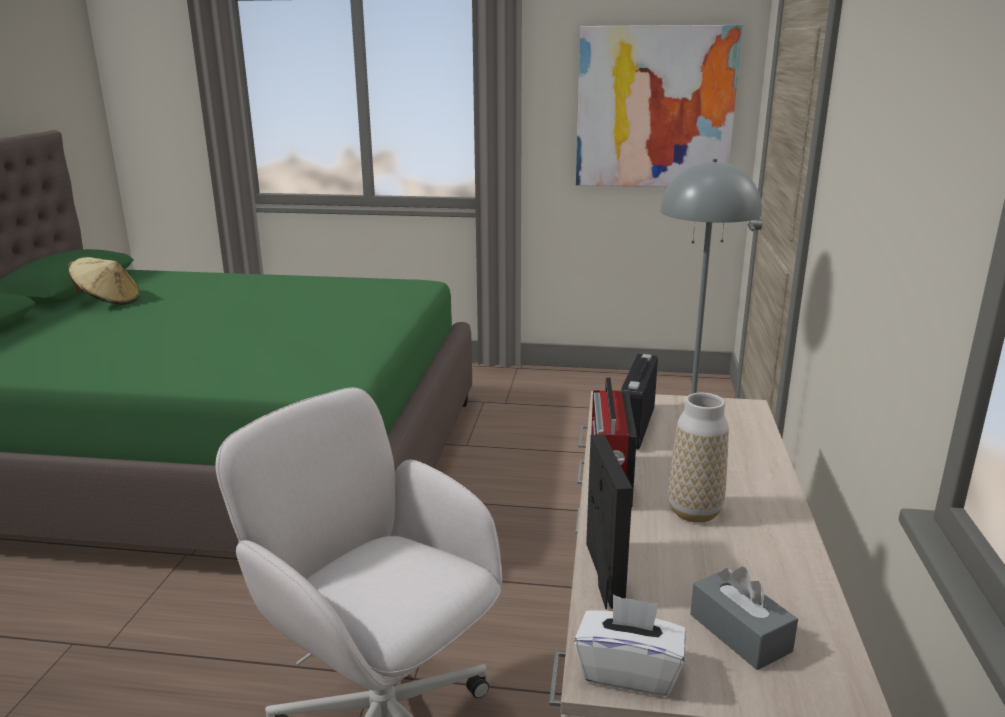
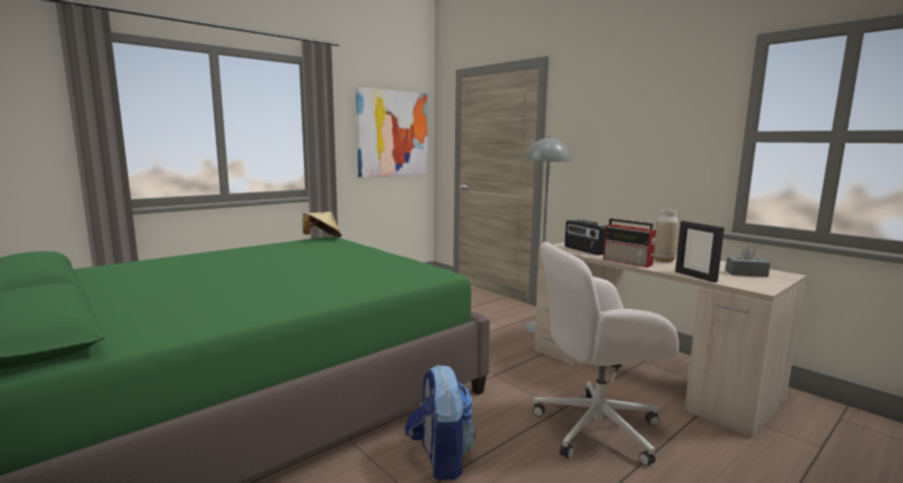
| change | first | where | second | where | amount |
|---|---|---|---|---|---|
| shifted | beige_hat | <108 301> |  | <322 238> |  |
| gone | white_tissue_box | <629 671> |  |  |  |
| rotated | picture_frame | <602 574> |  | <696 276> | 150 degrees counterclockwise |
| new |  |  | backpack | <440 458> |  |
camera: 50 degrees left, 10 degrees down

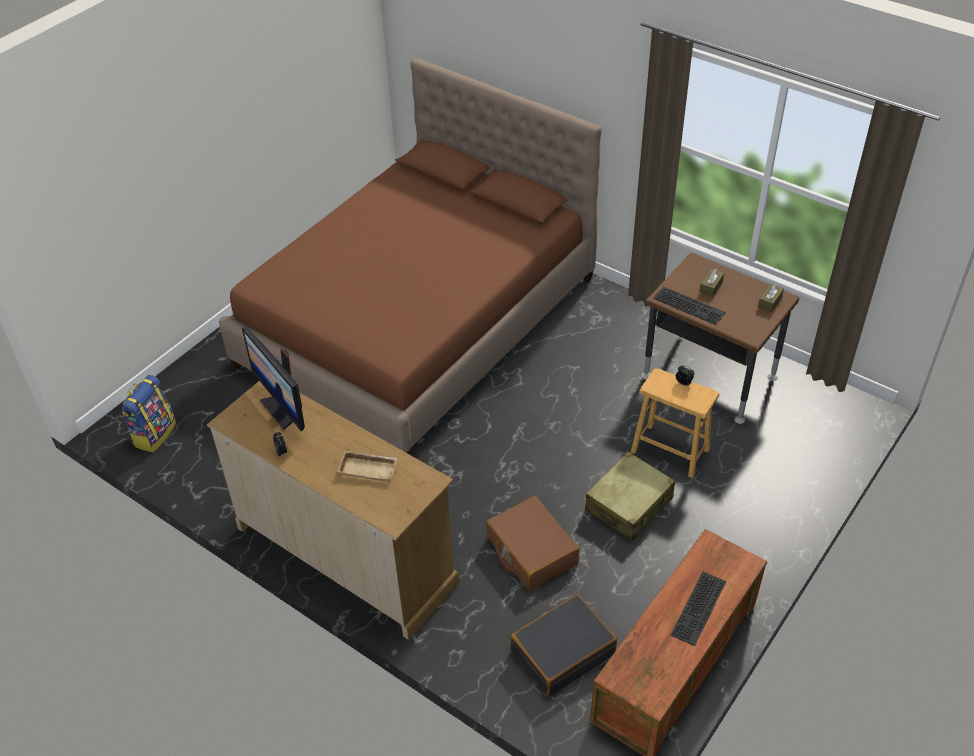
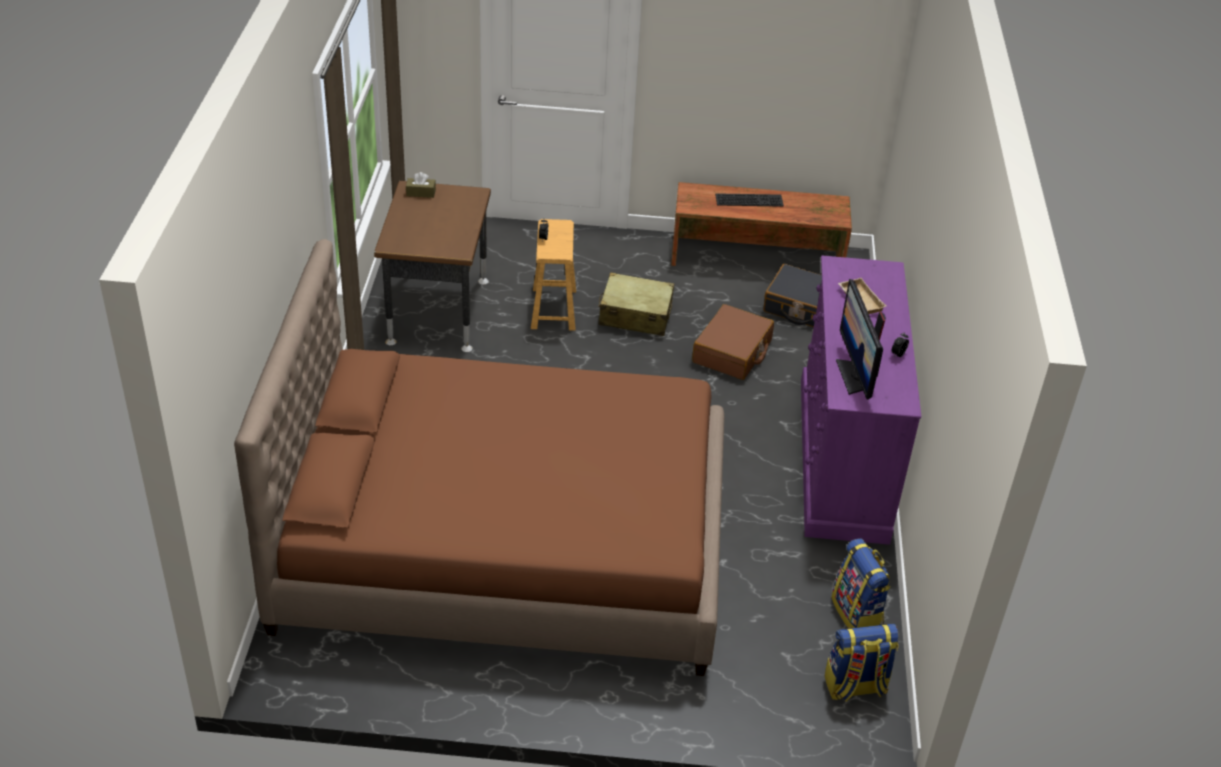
| change | first | where | second | where | amount |
|---|---|---|---|---|---|
| repainted | brown_dresser | <345 553> | purple_dresser | <841 458> |  |
| rotated | monitor | <283 409> |  | <855 376> | 150 degrees clockwise |
| gone | keyboard | <690 305> |  |  |  |
| gone | brown_tissue_box | <711 287> |  |  |  |
| new |  |  | backpack | <857 613> |  |
camera: 125 degrees left, 5 degrees down

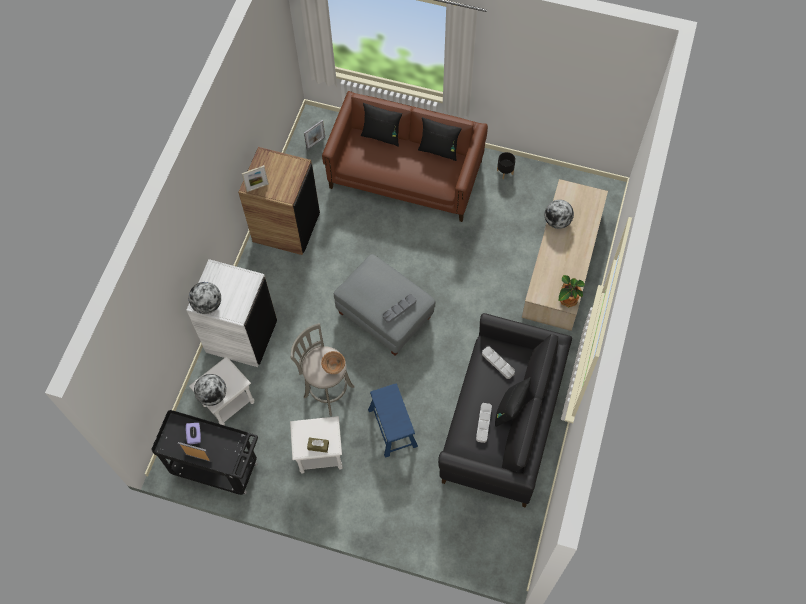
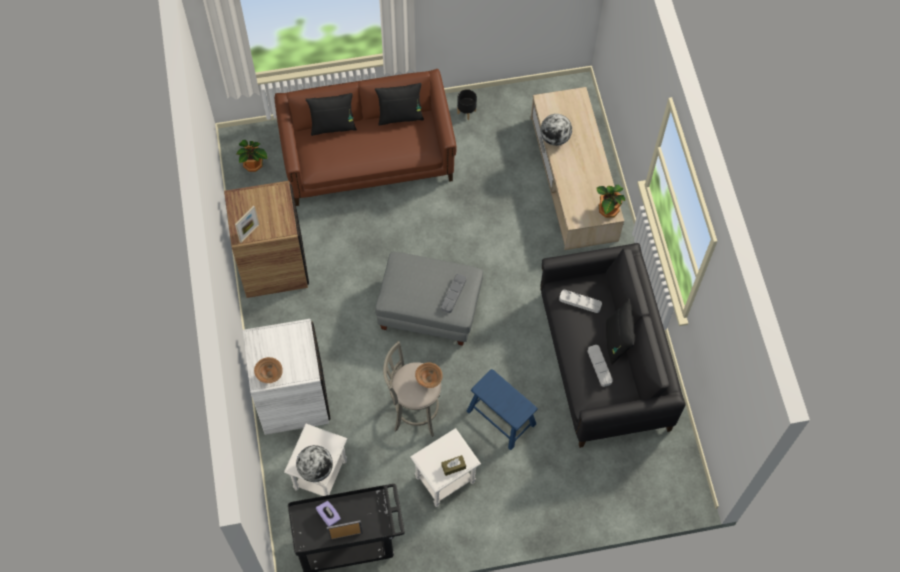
| change | first | where | second | where | amount |
|---|---|---|---|---|---|
| swapped | globe | <208 305> | brown_bowl | <270 376> |  |
| swapped | picture_frame | <316 143> | potted_plant | <253 165> |  |
camera: 30 degrees left, 0 degrees up

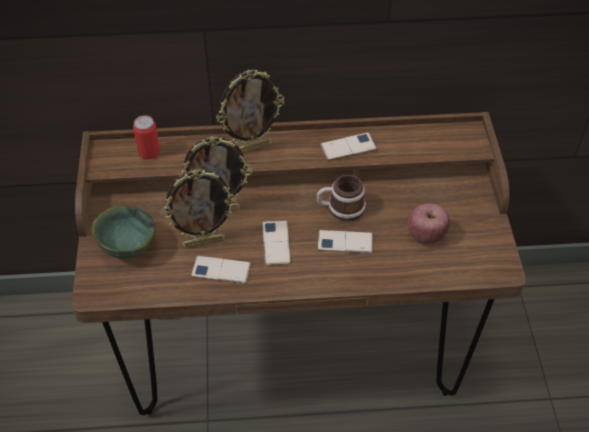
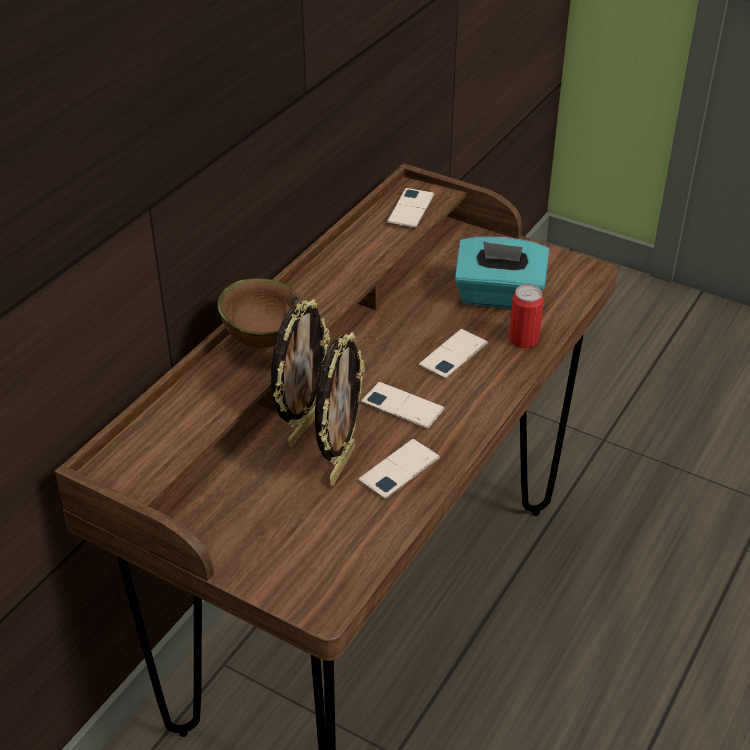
| change | first | where | second | where | amount |
|---|---|---|---|---|---|
| gone | green_bowl | <127 248> |  |  |  |
| shifted | can | <149 152> |  | <524 339> |  |
| swapped | picture_frame | <252 148> | brown_bowl | <262 340> |  |
| gone | mug | <340 208> |  |  |  |
| shifted | phone | <348 147> |  | <410 209> |  |
| swapped | apple | <425 235> | turquoise_tissue_box | <499 296> |  |
camera: 55 degrees left, 10 degrees down

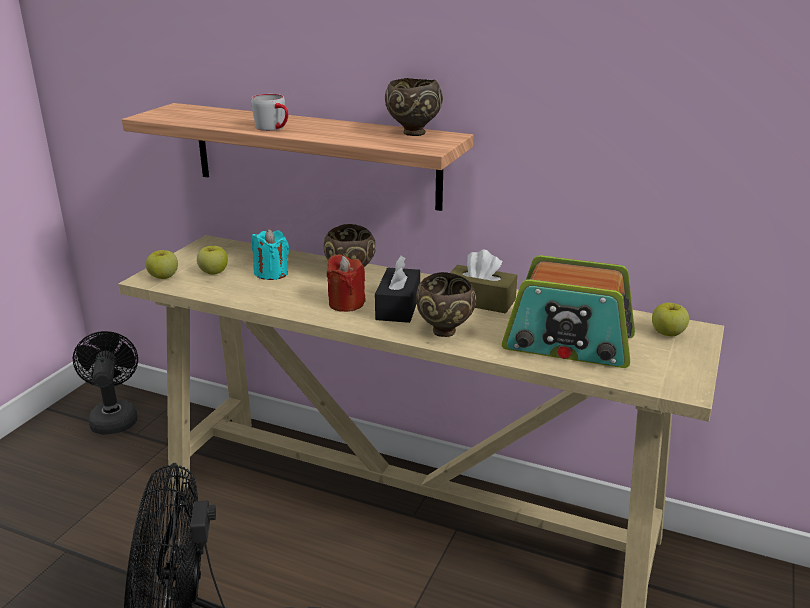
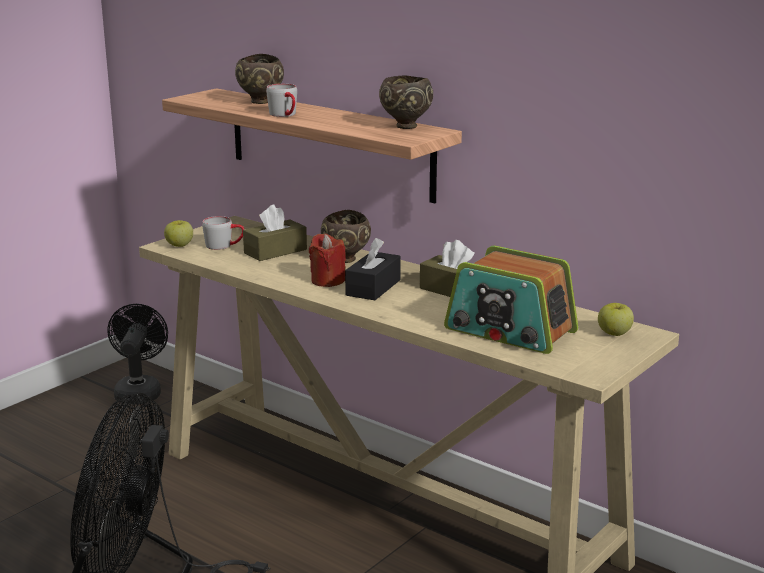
| change | first | where | second | where | amount |
|---|---|---|---|---|---|
| swapped | apple | <213 272> | grey_mug | <224 245> |  |
| swapped | turquoise_candle | <271 273> | brown_tissue_box | <275 251> |  |
| shifted | brown_bowl | <445 332> |  | <260 102> |  |
camera: 15 degrees right, 5 degrees down

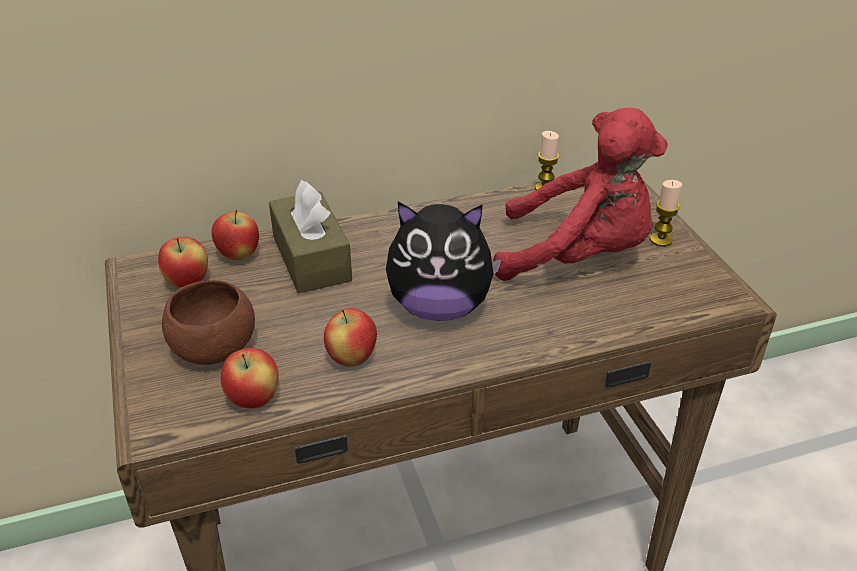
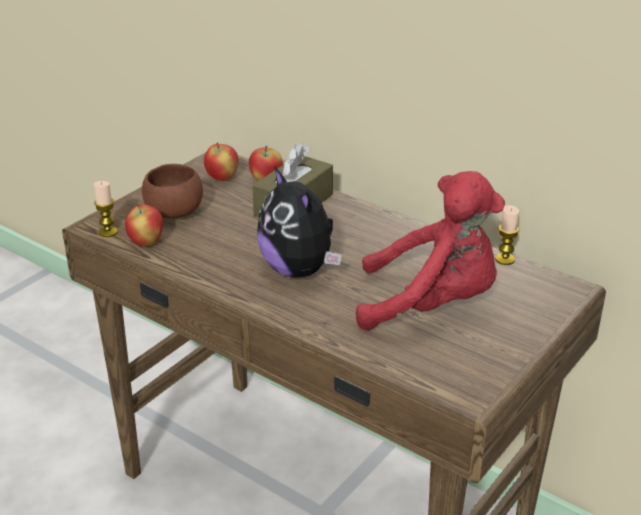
| change | first | where | second | where | amount |
|---|---|---|---|---|---|
| gone | apple | <352 359> |  |  |  |
| rotated | red_plush_toy | <578 256> |  | <432 304> | 60 degrees counterclockwise |
| shifted | candle | <661 240> |  | <108 232> |  |
camera: 55 degrees right, 5 degrees down

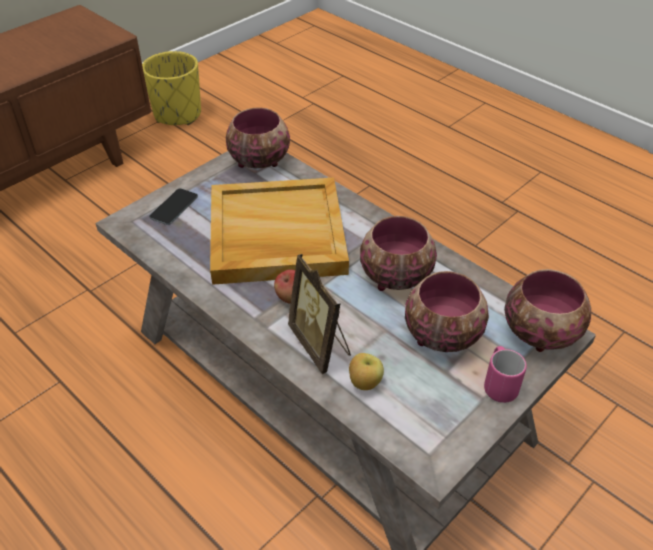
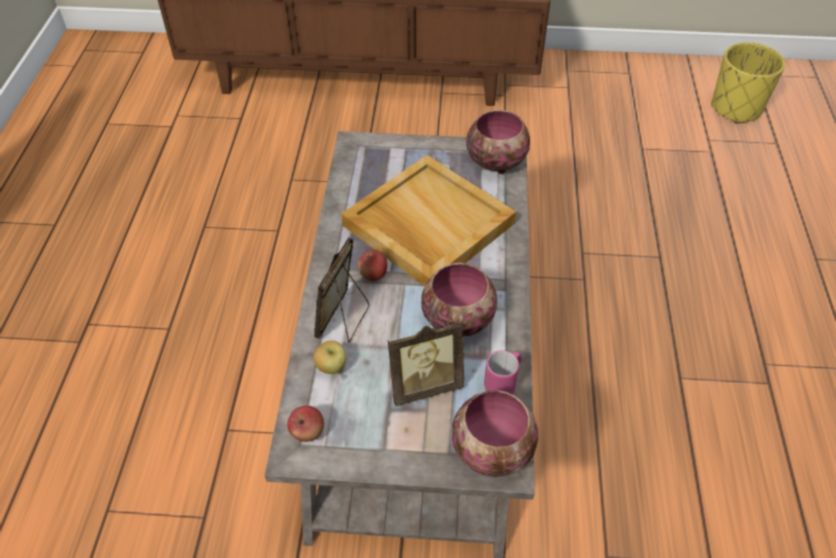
| change | first | where | second | where | amount |
|---|---|---|---|---|---|
| shifted | yellow_planter | <177 114> |  | <735 108> |  |
| gone | phone | <174 207> |  |  |  |
| swapped | bowl | <440 335> | picture_frame | <424 385> |  |
| shifted | pink_mug | <499 384> |  | <503 382> |  |
| new |  |  | apple | <308 432> |  |
camera: 50 degrees right, 5 degrees up

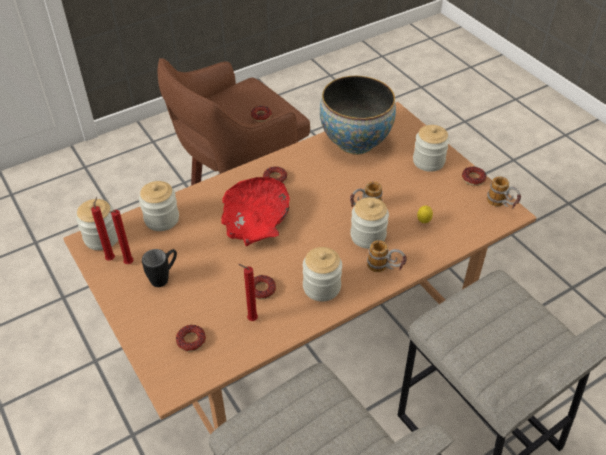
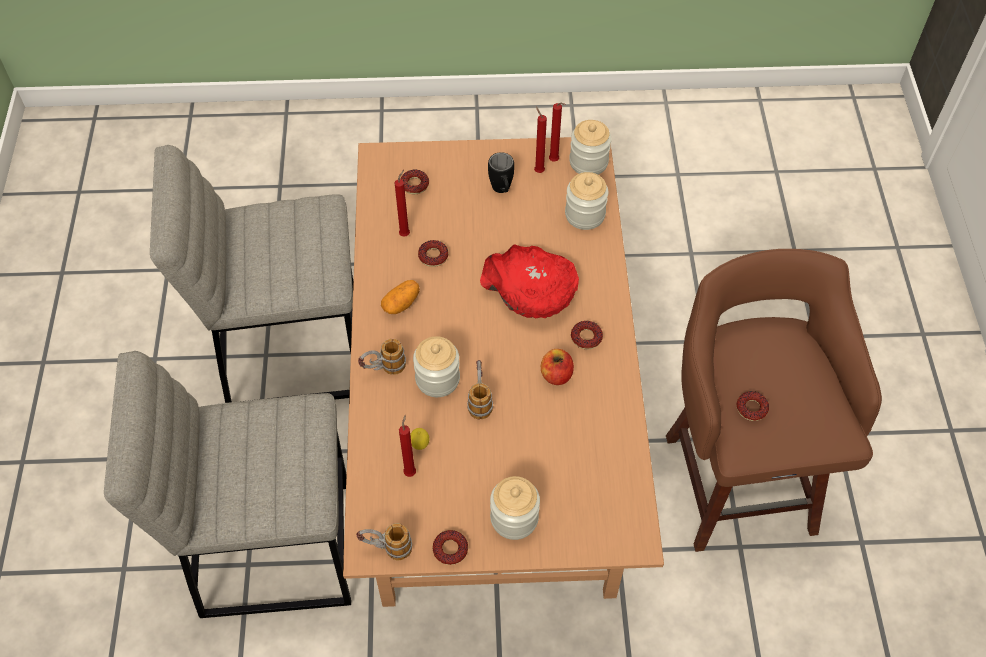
| change | first | where | second | where | amount |
|---|---|---|---|---|---|
| swapped | jar | <321 287> | potato | <401 303> |  |
| gone | bowl | <355 142> |  |  |  |
| new |  |  | red_candle | <410 471> |  |
| new |  |  | apple | <556 375> |  |
camera: 120 degrees right, 10 degrees up

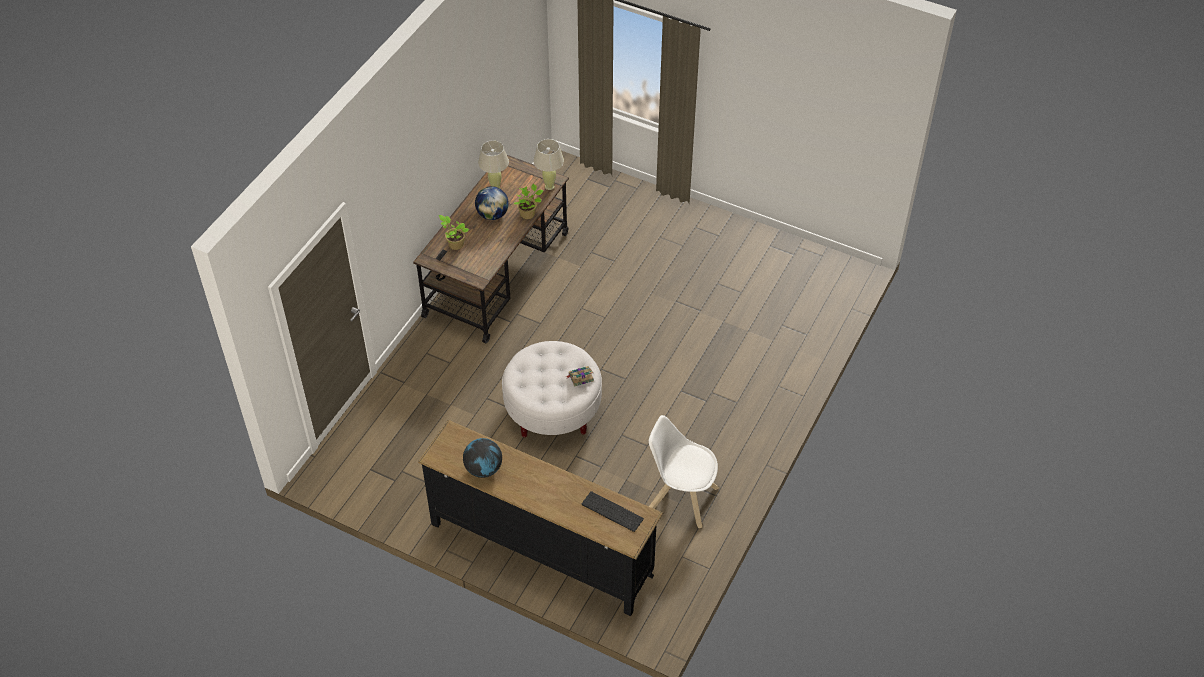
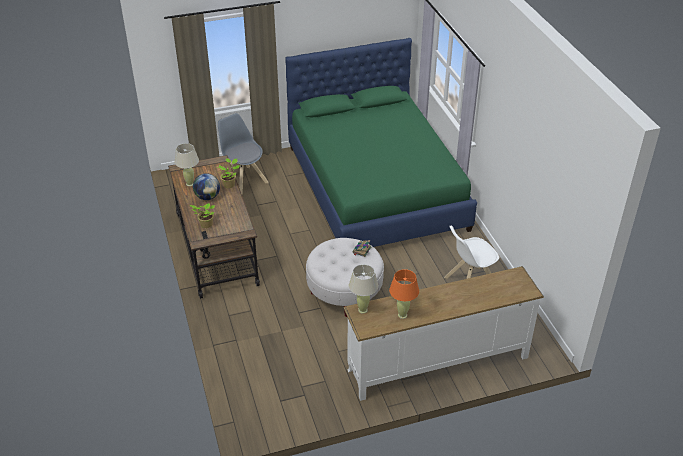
| change | first | where | second | where | amount |
|---|---|---|---|---|---|
| repainted | black_dresser | <542 548> | white_dresser | <437 363> |  |
| swapped | globe | <483 469> | orange_table_lamp | <402 315> |  |
| shifted | beige_table_lamp | <549 186> |  | <362 310> |  |
| gone | keyboard | <611 512> |  |  |  |
| new |  |  | grey_chair | <243 180> |  |
| new |  |  | green_bed | <375 187> |  |
camera: 45 degrees left, 10 degrees down

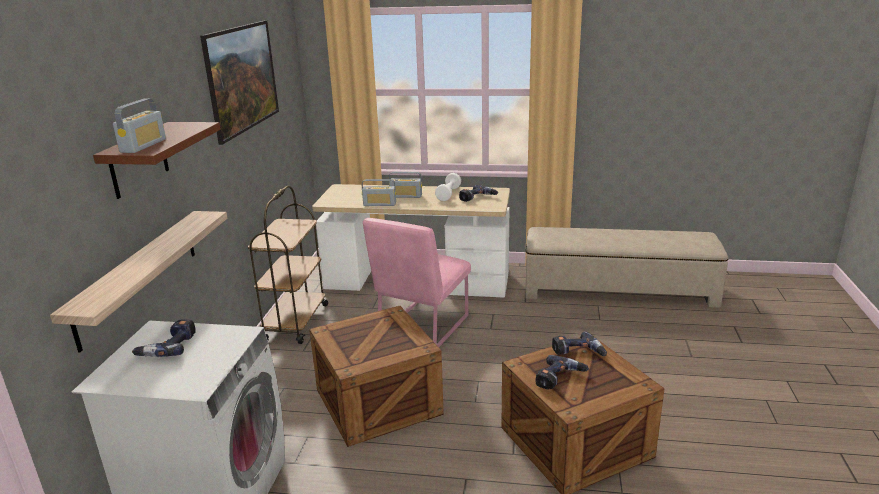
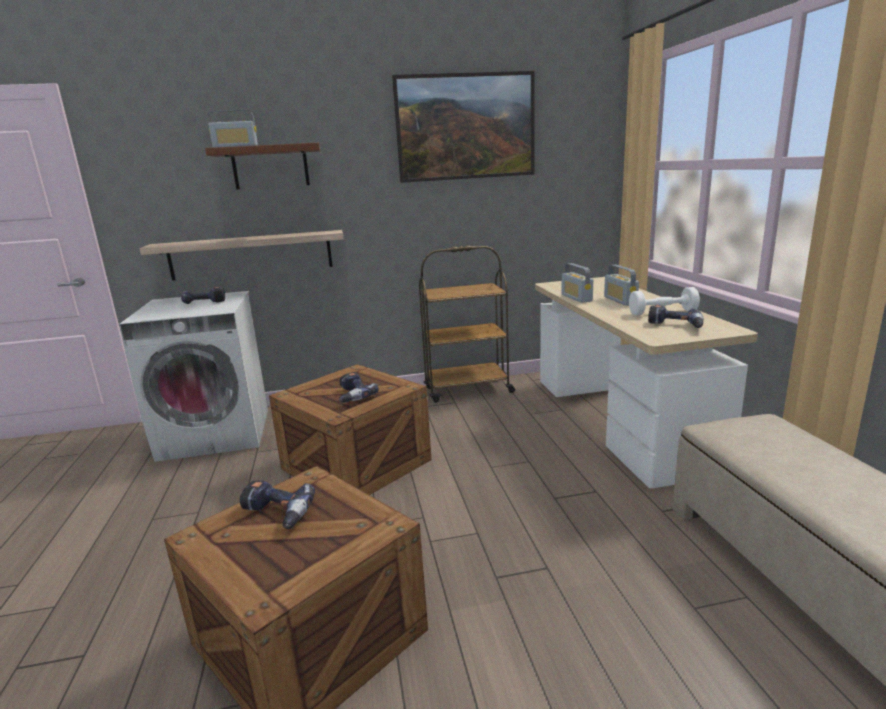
| change | first | where | second | where | amount |
|---|---|---|---|---|---|
| gone | pink_chair | <422 327> |  |  |  |
| shifted | power_drill | <578 353> |  | <352 396> |  |
camera: 70 degrees right, 5 degrees down

